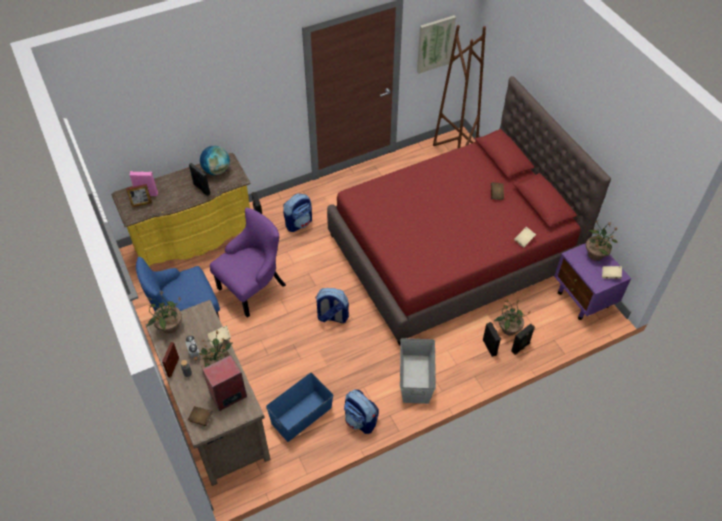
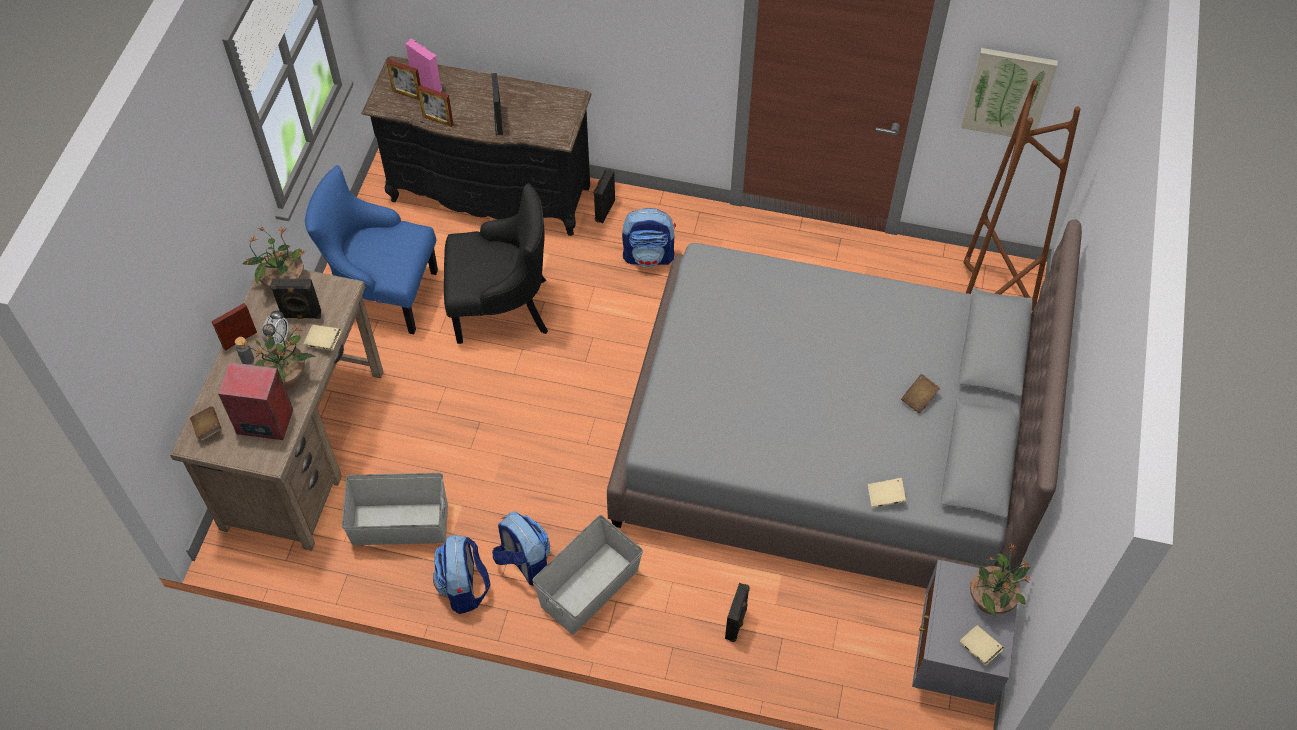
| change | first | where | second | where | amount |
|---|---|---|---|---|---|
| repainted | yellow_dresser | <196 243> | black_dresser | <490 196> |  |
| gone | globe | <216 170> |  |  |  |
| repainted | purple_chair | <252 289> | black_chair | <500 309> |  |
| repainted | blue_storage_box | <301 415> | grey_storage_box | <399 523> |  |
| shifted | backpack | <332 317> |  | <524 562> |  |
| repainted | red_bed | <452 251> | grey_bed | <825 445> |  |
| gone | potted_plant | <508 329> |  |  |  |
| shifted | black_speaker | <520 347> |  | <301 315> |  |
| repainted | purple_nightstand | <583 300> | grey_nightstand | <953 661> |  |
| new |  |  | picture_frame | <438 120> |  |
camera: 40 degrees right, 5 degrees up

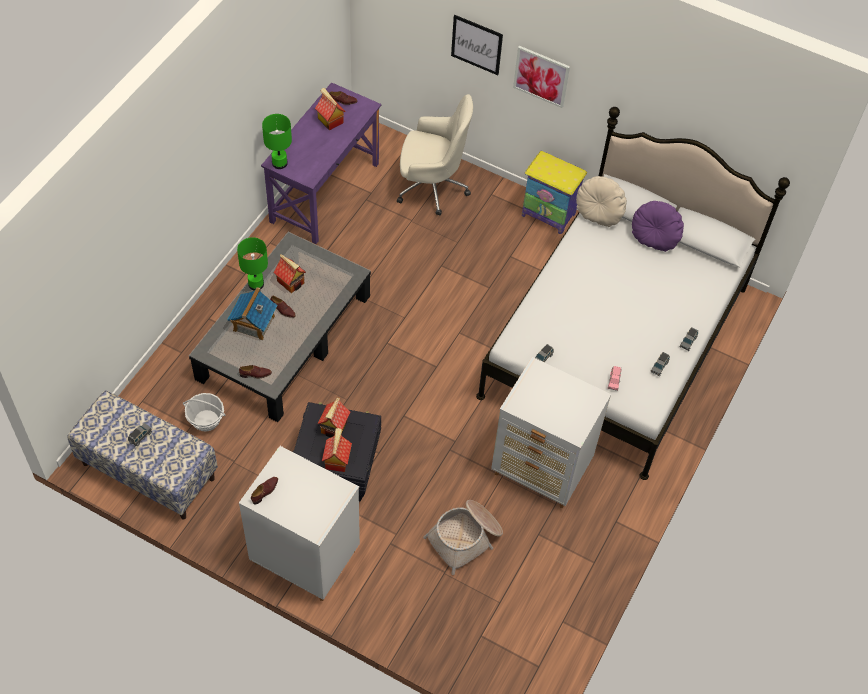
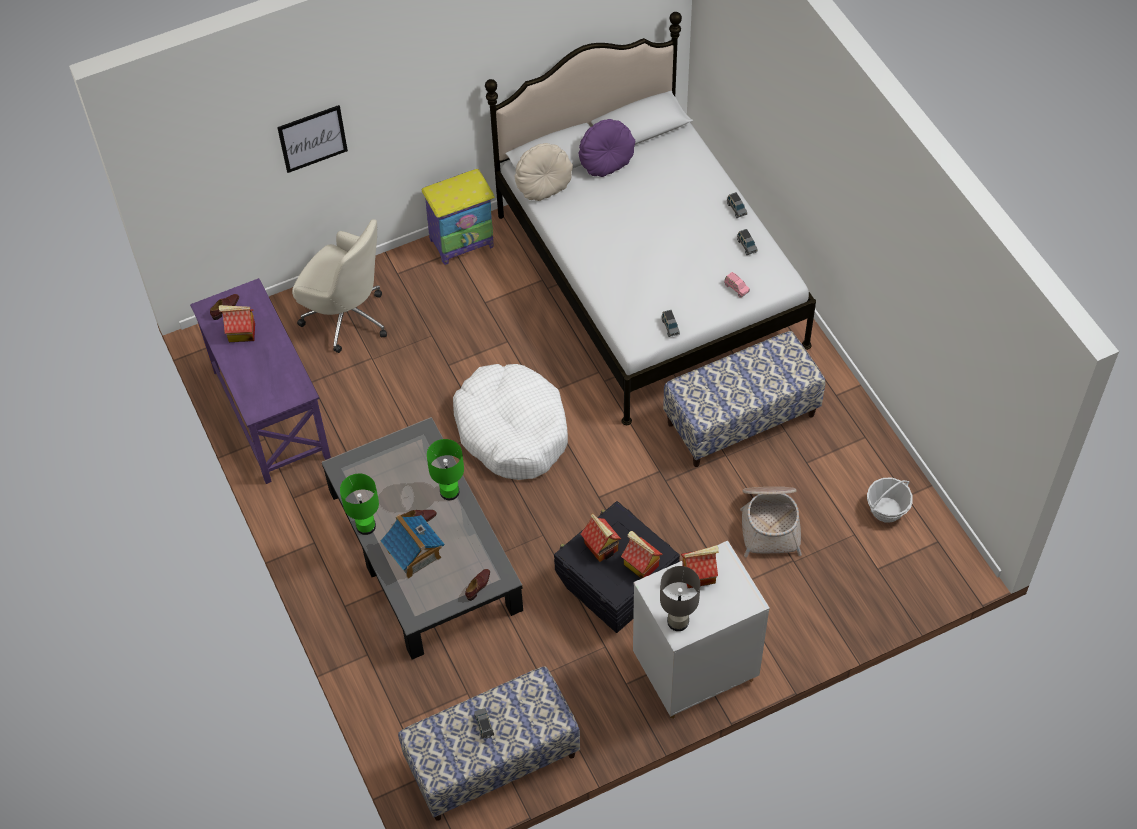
| change | first | where | second | where | amount |
|---|---|---|---|---|---|
| shifted | basket | <206 420> |  | <886 510> |  |
| swapped | brown_shoe | <265 491> | grey_table_lamp | <677 622> |  |
| shifted | green_table_lamp | <280 163> |  | <450 491> |  |
| shifted | toy_house | <291 282> |  | <699 574> |  |
| rotated | beige_office_chair | <432 188> |  | <347 318> | 75 degrees clockwise |
| swapped | white_dresser | <542 468> | bench | <741 419> |  |
| gone | picture | <541 76> |  |  |  |
| new |  |  | white_dog_bed | <512 430> |  |
camera: 50 degrees left, 0 degrees up

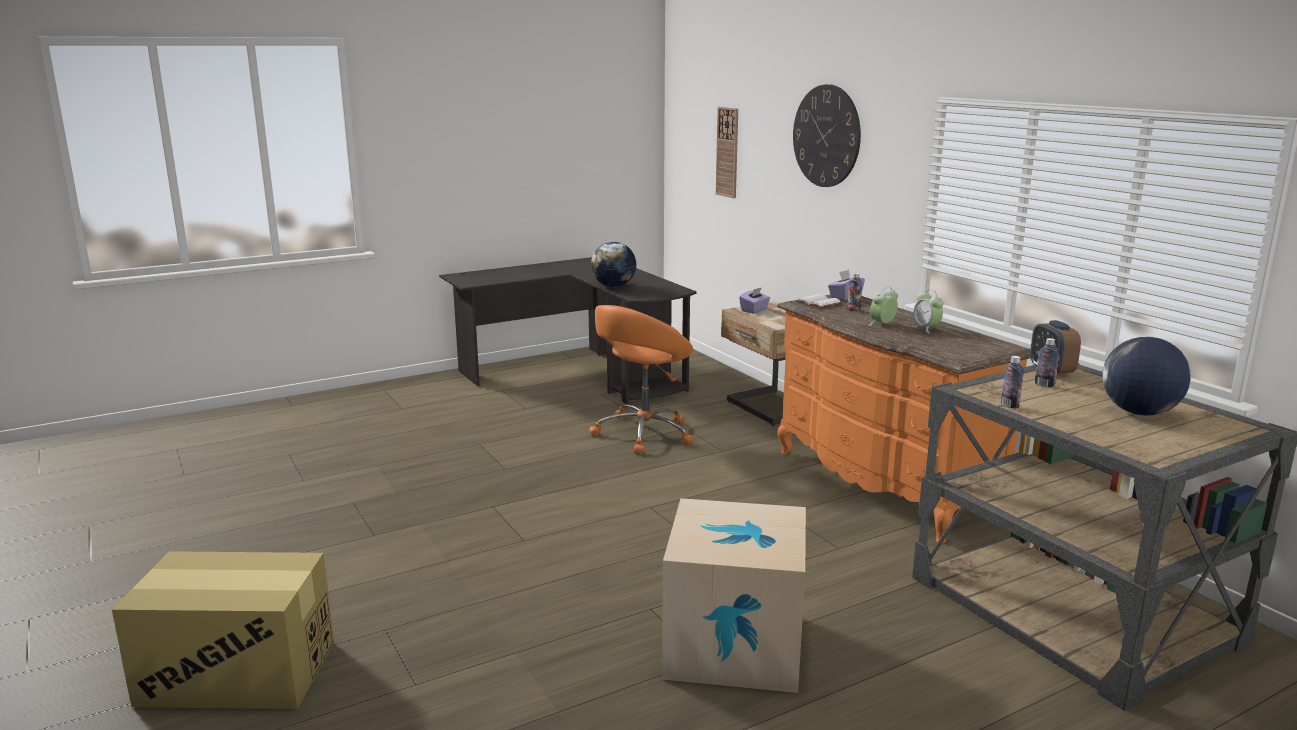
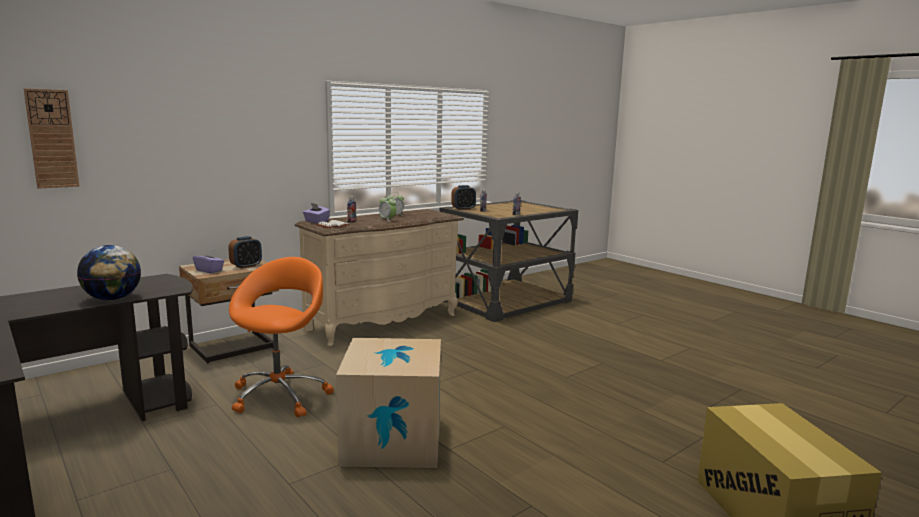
| change | first | where | second | where | amount |
|---|---|---|---|---|---|
| rotated | orange_office_chair | <642 434> |  | <281 395> | 90 degrees counterclockwise |
| shifted | cardboard_box | <734 646> |  | <392 441> |  |
| repainted | orange_dresser | <881 486> | beige_dresser | <385 323> |  |
| gone | wall_clock | <826 136> |  |  |  |
| gone | globe | <1139 413> |  |  |  |
| new |  |  | alarm_clock | <246 266> |  |
camera: 100 degrees left, 5 degrees down

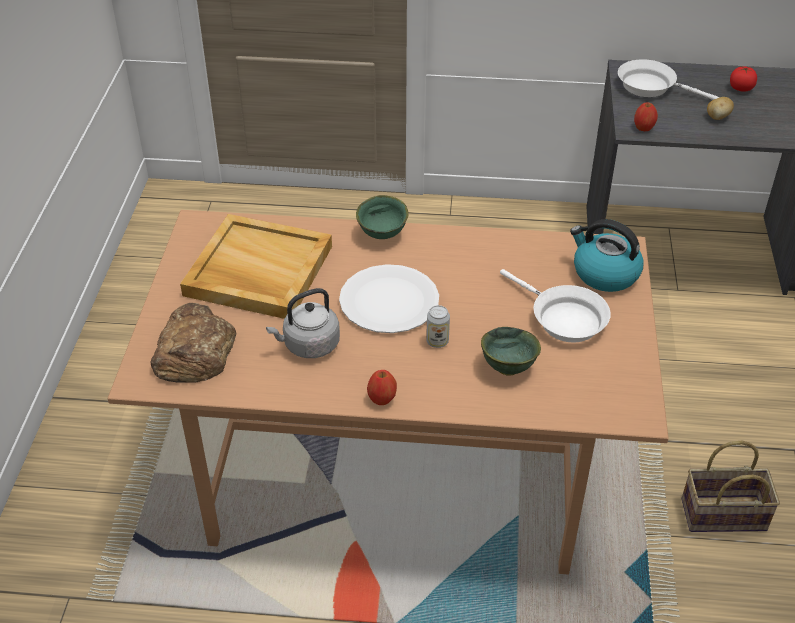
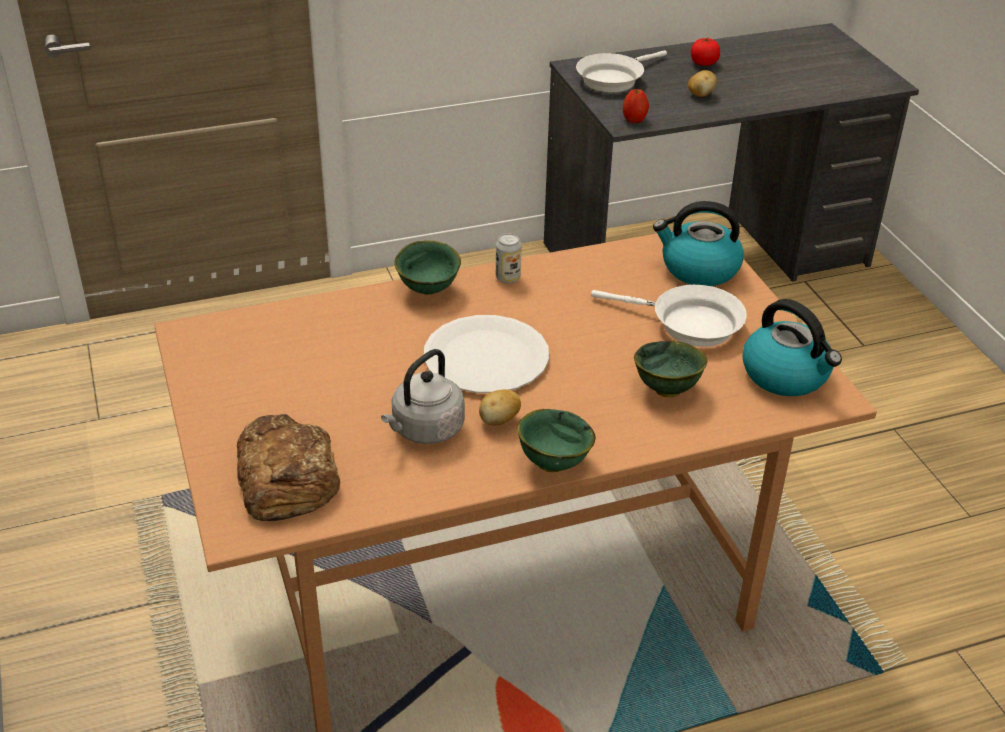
| change | first | where | second | where | amount |
|---|---|---|---|---|---|
| gone | beige_tray | <257 271> |  |  |  |
| swapped | apple | <382 399> | green_bowl | <552 462> |  |
| shifted | can | <437 341> |  | <508 278> |  |
| rotated | white_frying_pan | <651 86> |  | <613 79> | 45 degrees counterclockwise |
| gone | basket | <721 516> |  |  |  |
| new |  |  | potato | <499 421> |  |
| new |  |  | kettle | <786 375> |  |
camera: 25 degrees left, 5 degrees down

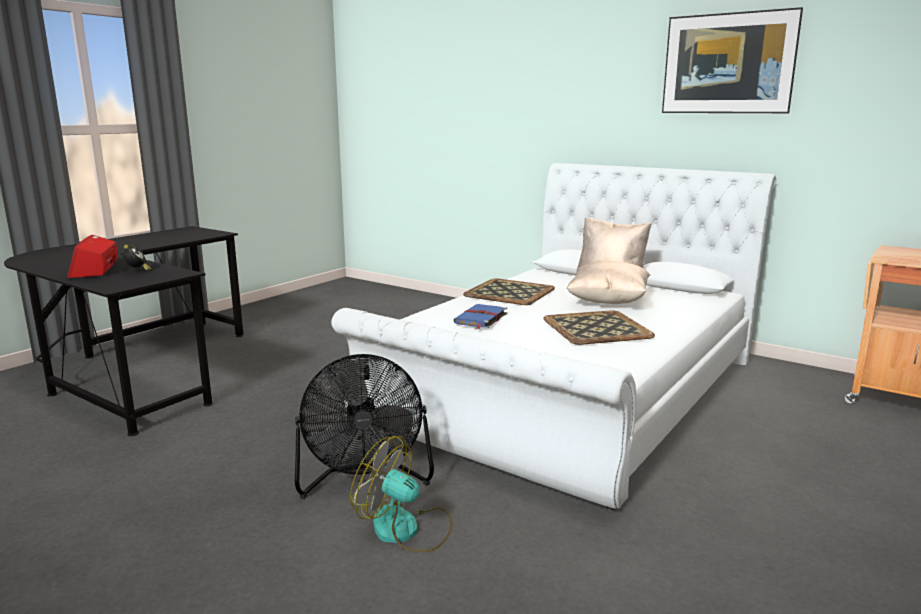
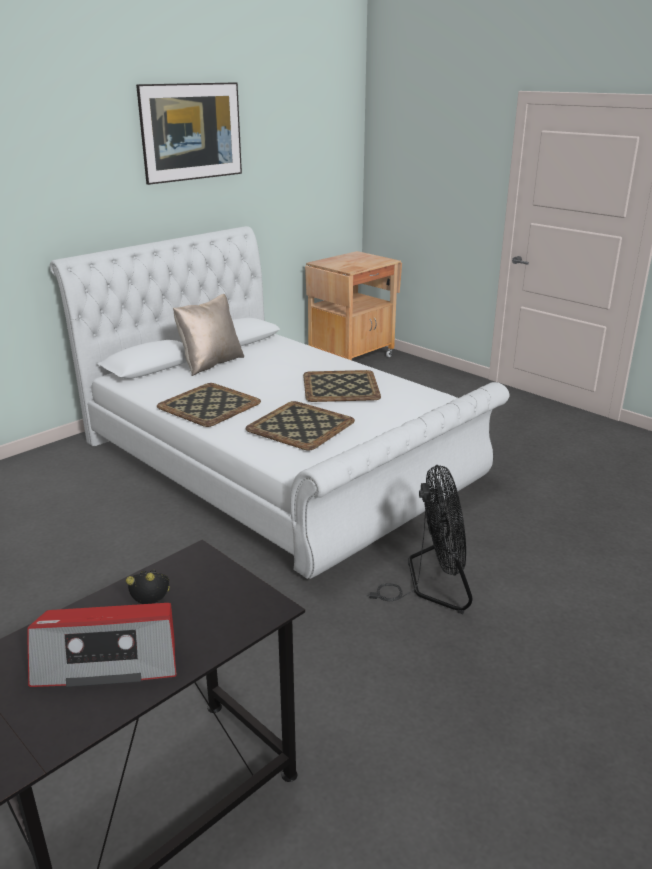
| change | first | where | second | where | amount |
|---|---|---|---|---|---|
| gone | fan | <406 529> |  |  |  |
| swapped | blue_book | <480 319> | tray | <300 425> |  |
| gone | beige_pillow | <608 302> |  |  |  |
camera: 80 degrees left, 10 degrees up

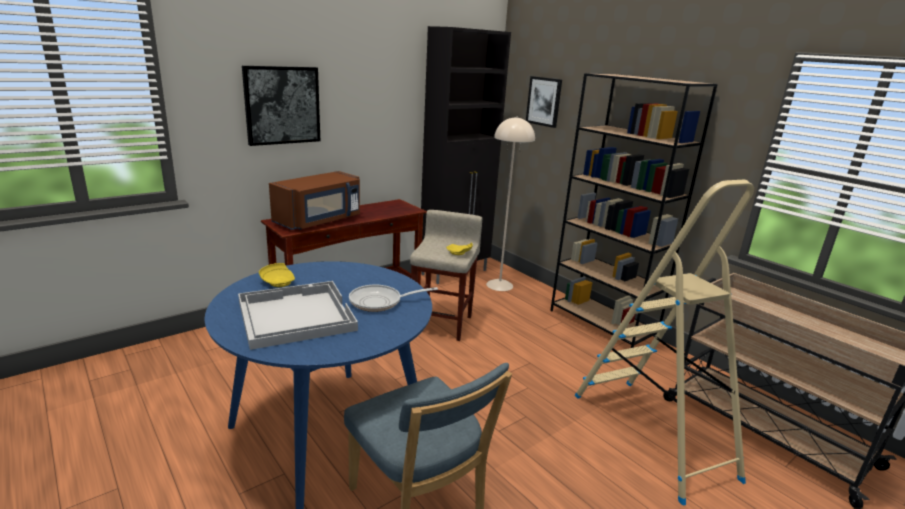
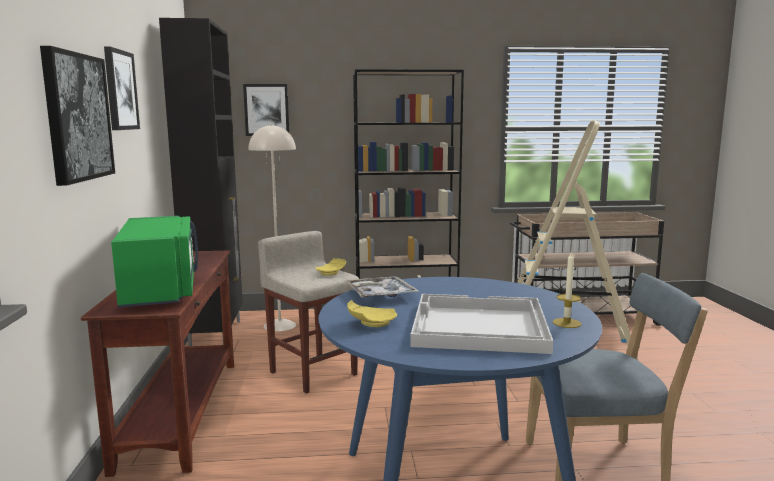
| change | first | where | second | where | amount |
|---|---|---|---|---|---|
| repainted | brown_microwave | <319 220> | green_microwave | <160 290> |  |
| gone | frying_pan | <380 302> |  |  |  |
| new |  |  | picture | <120 90> |  |
| new |  |  | tray | <380 294> |  |
| new |  |  | candle | <566 323> |  |
camera: 55 degrees left, 10 degrees down

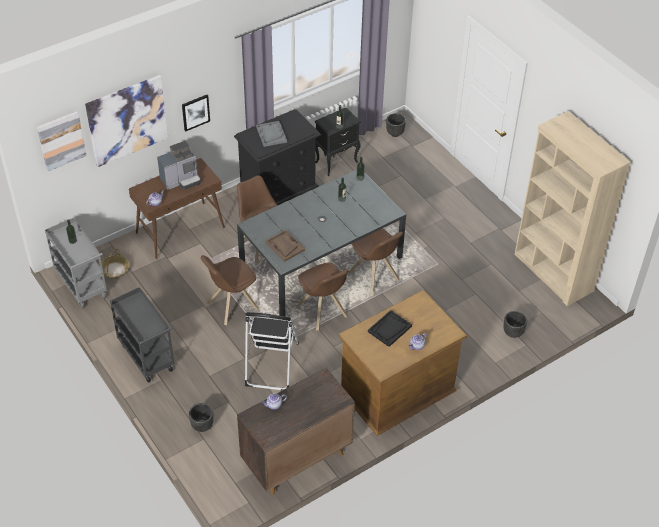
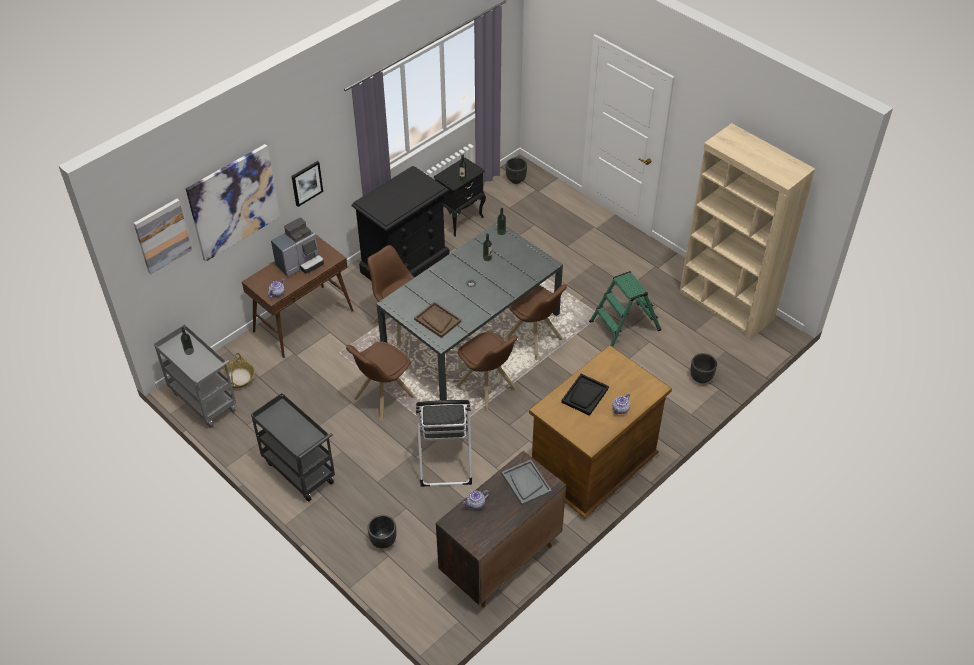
| change | first | where | second | where | amount |
|---|---|---|---|---|---|
| shifted | grey_tray | <271 134> |  | <526 483> |  |
| new |  |  | green_step_ladder | <625 325> |  |
camera: 10 degrees left, 0 degrees up

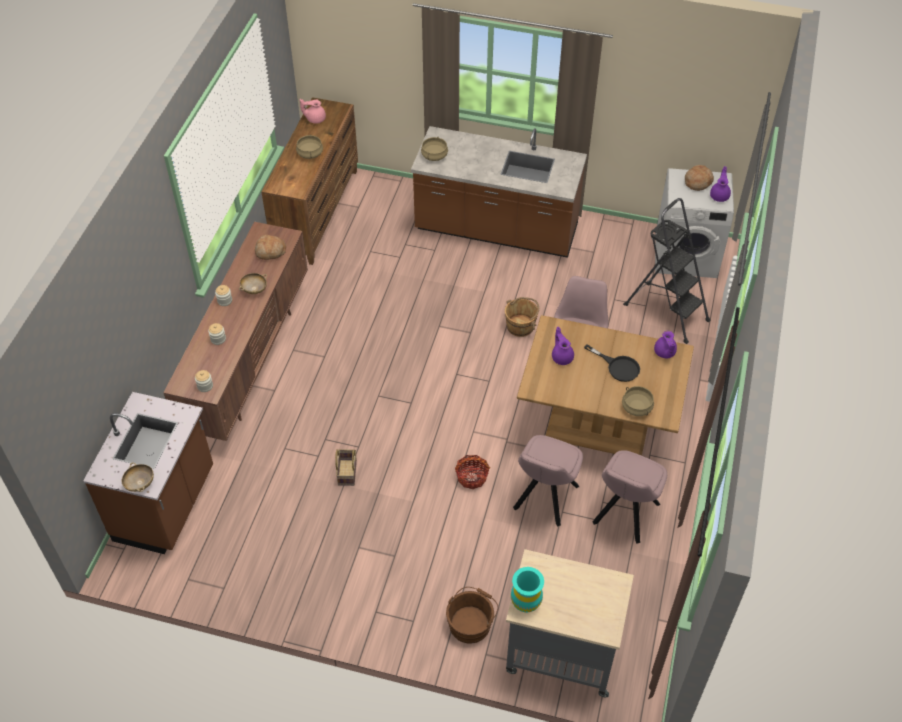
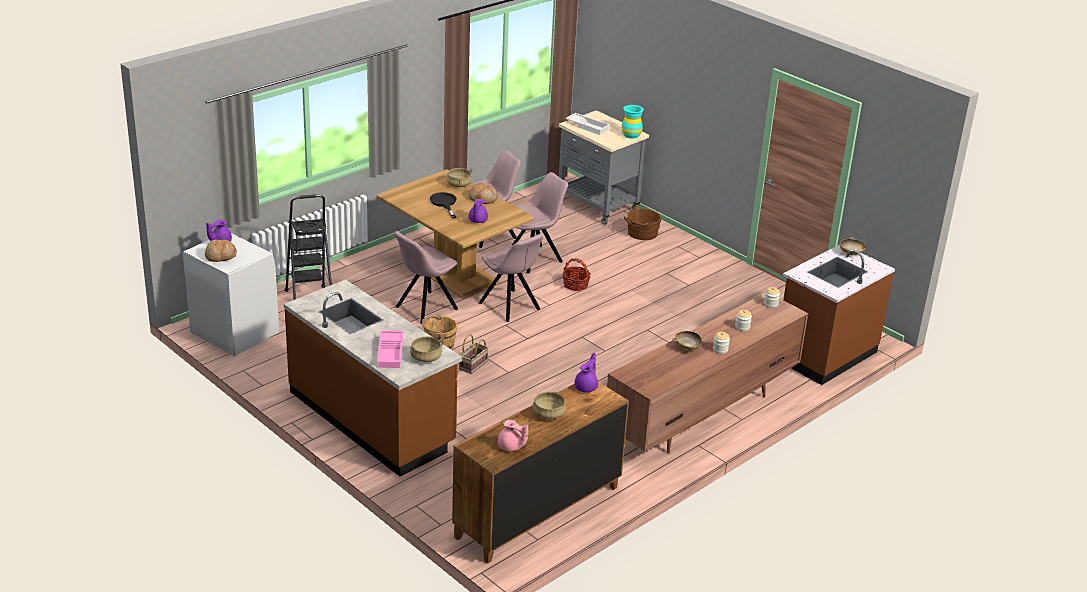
| change | first | where | second | where | amount |
|---|---|---|---|---|---|
| shifted | bread | <270 251> |  | <483 199> |  |
| shifted | basket | <346 472> |  | <473 366> |  |
| shifted | purple_teapot | <664 353> |  | <586 387> |  |
| new |  |  | pink_tray | <391 352> |  |
| new |  |  | pink_chair | <510 306> |  |
| new |  |  | white_tray | <588 126> |  |
camera: 150 degrees left, 20 degrees down

